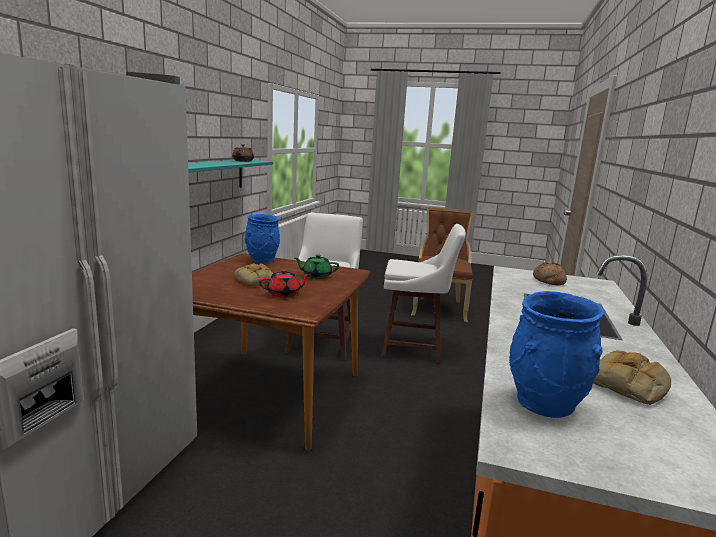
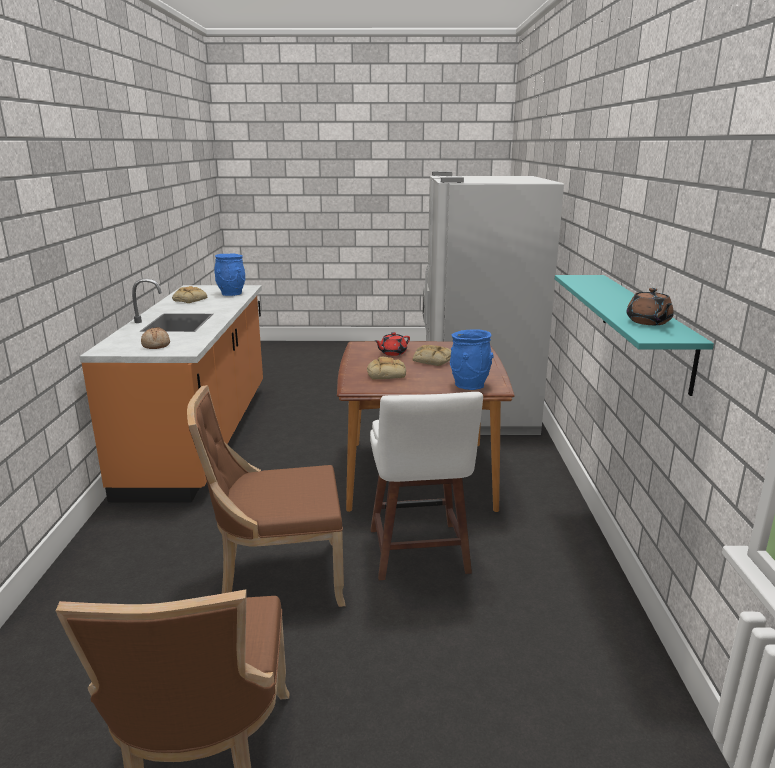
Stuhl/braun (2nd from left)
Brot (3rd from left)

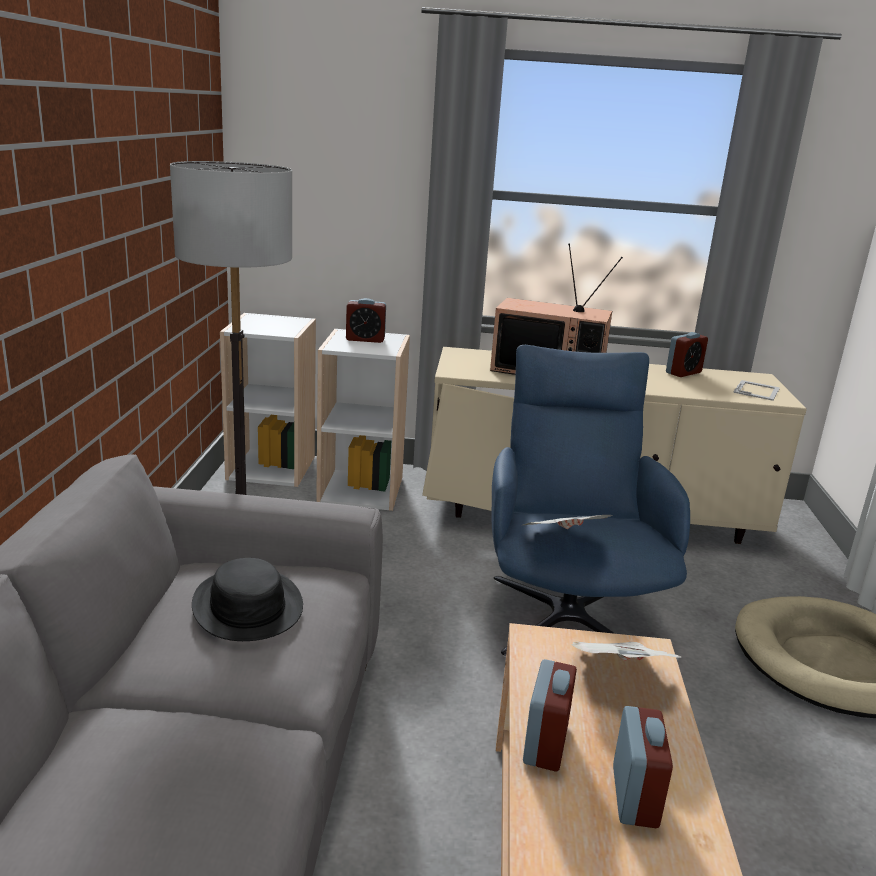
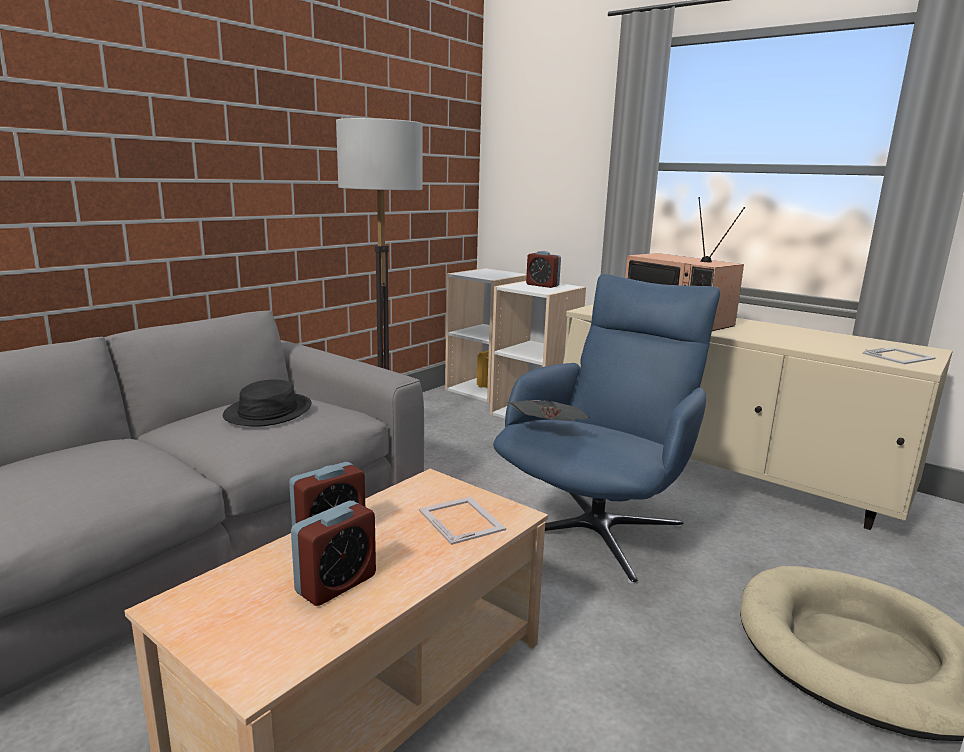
Wecker (4th from left in the first image)
Bilderrahmen (1st from left)

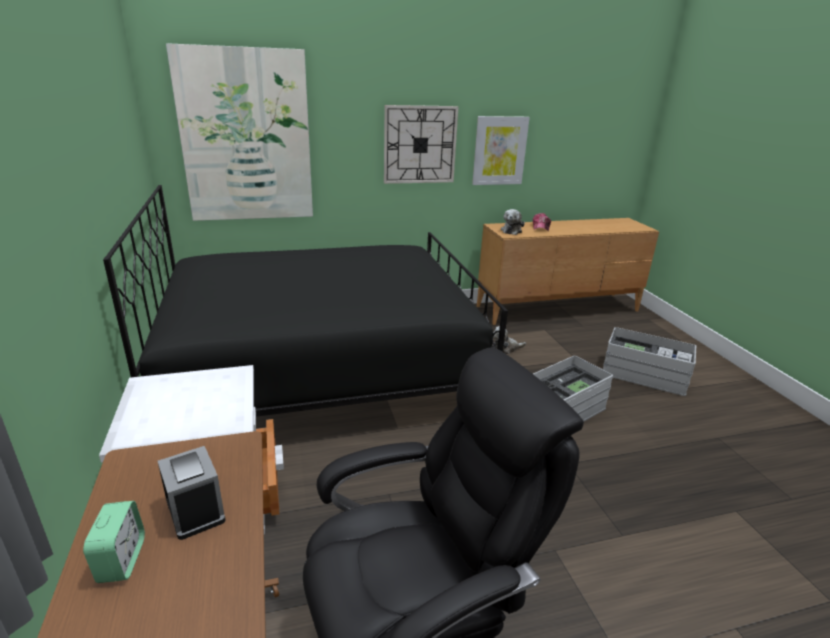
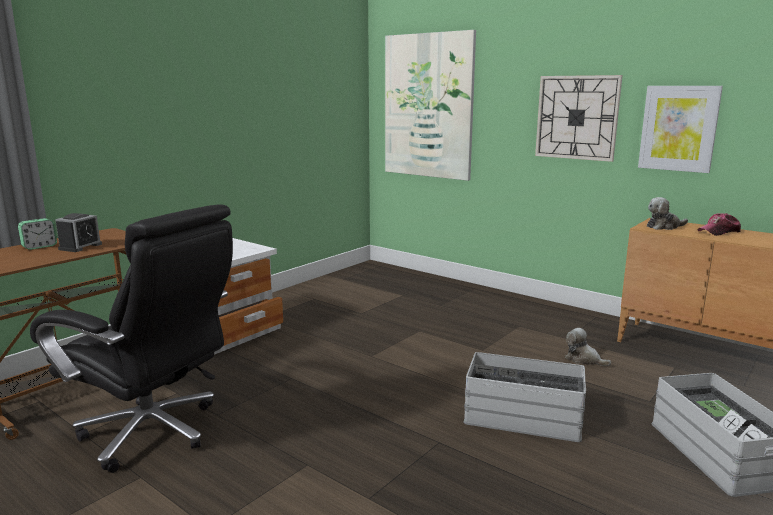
Bett/schwarz

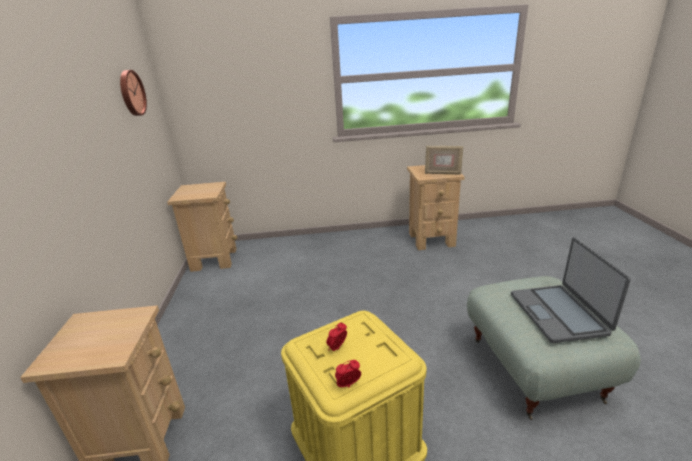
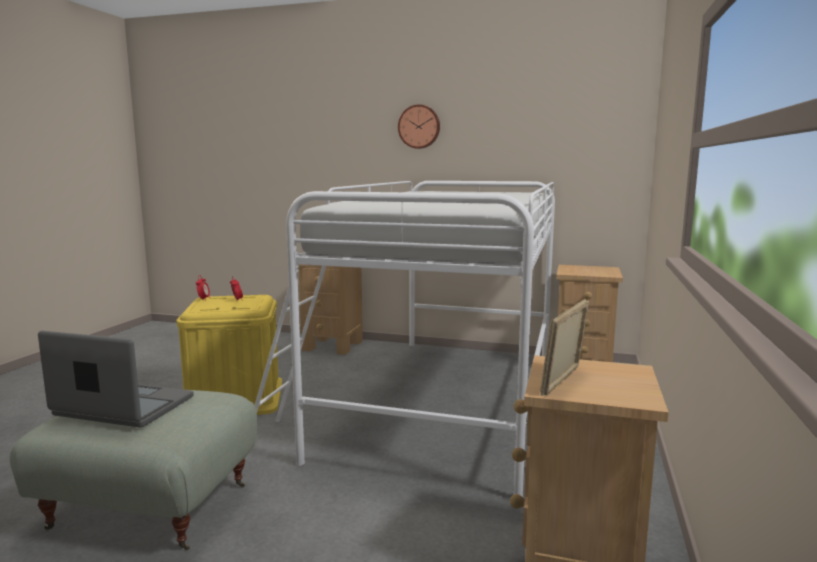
Wanduhr
Bett/weiß

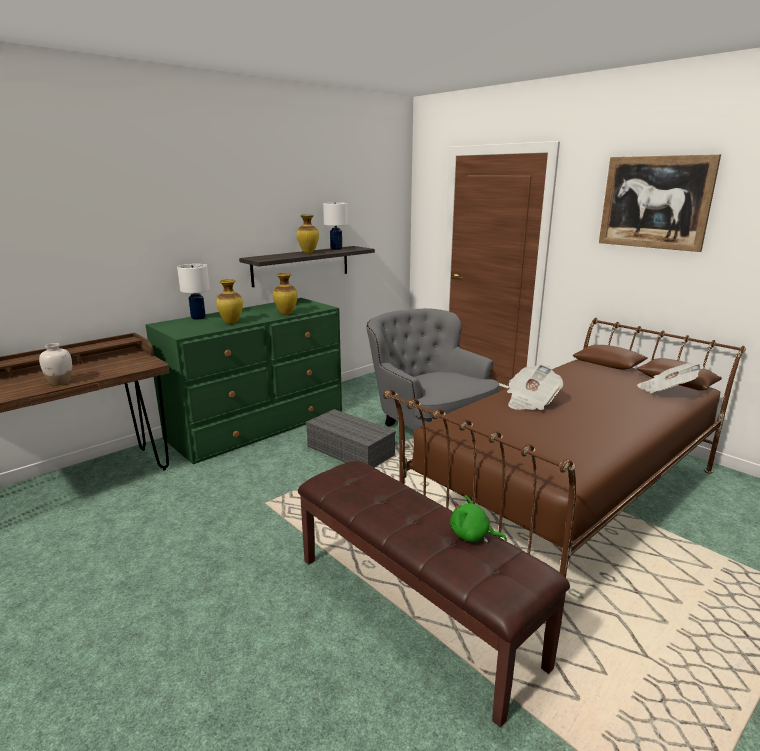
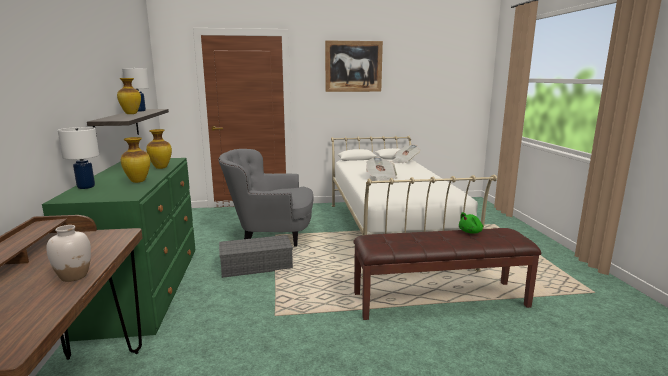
Bett/weiß

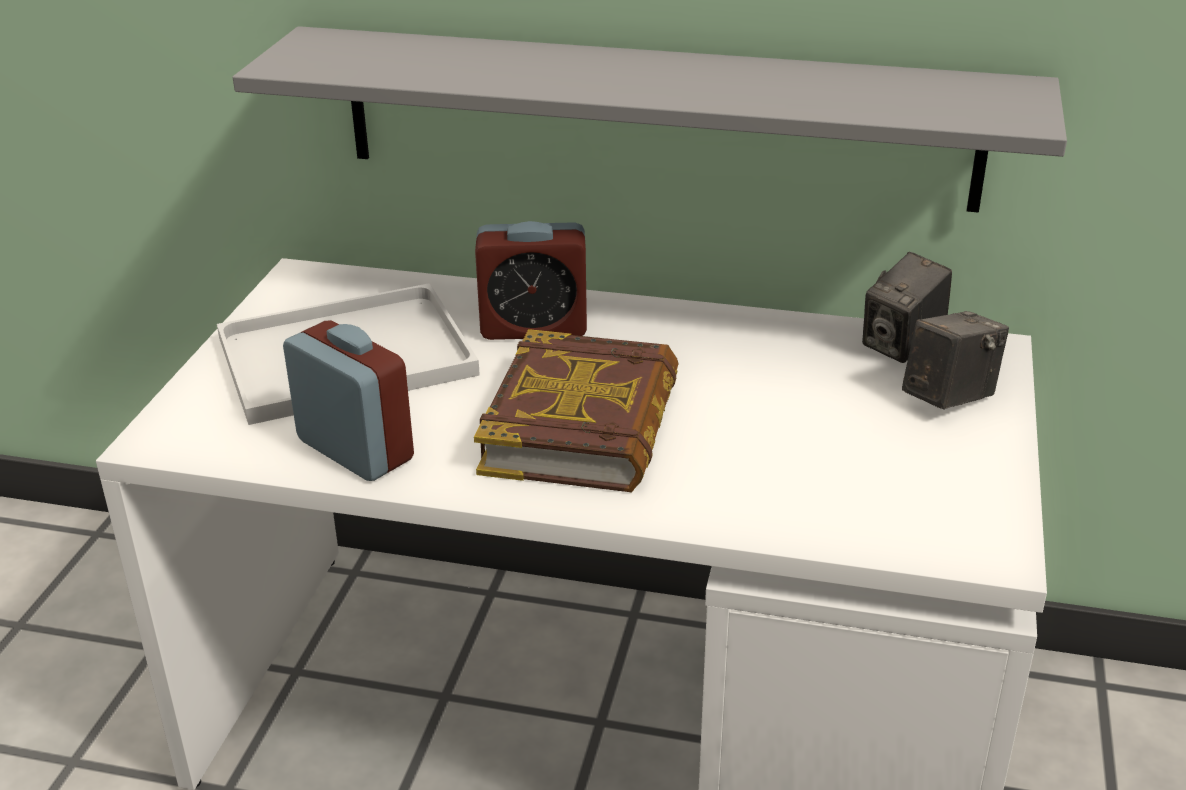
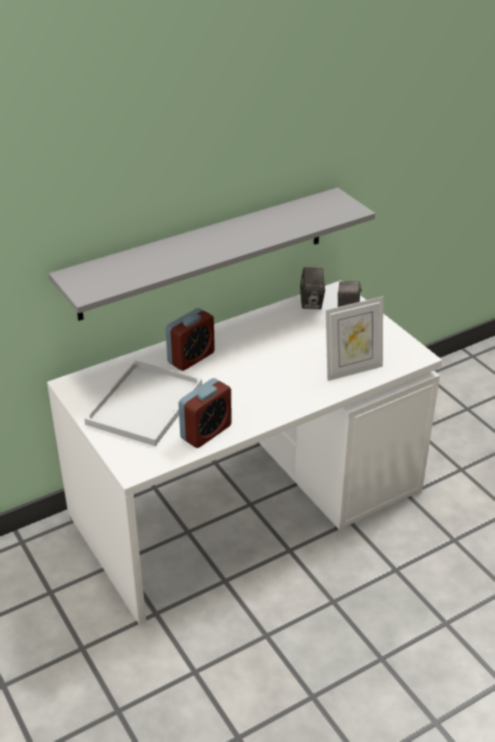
Wecker (2nd from left)
Buch
Bilderrahmen

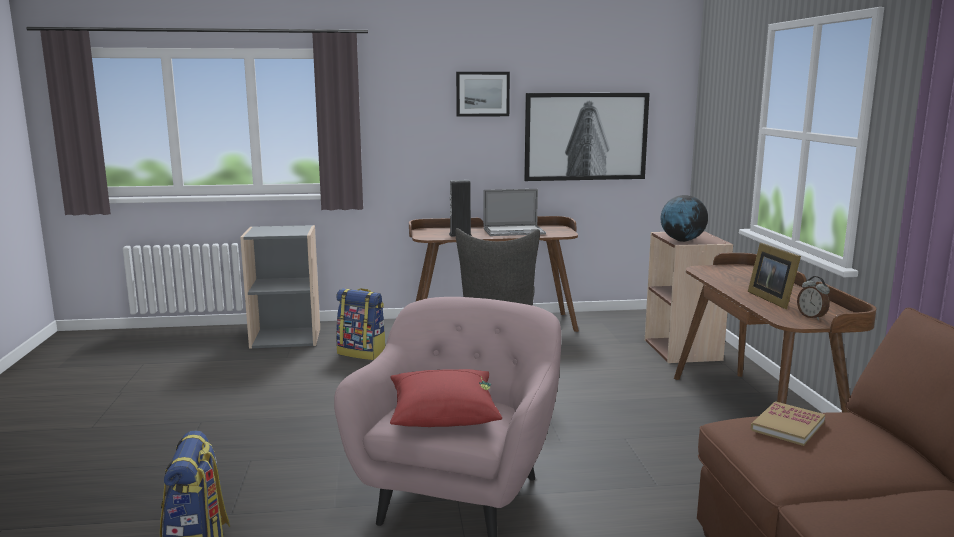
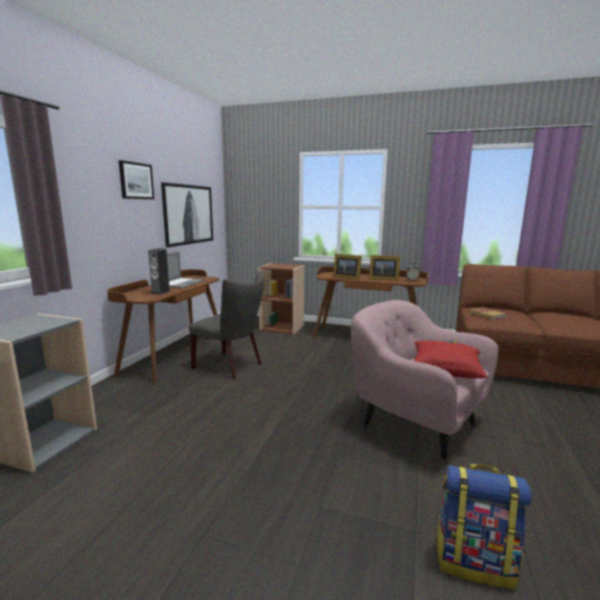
Globus
Rucksack (2nd from left in the first image)
Bilderrahmen (1st from left)

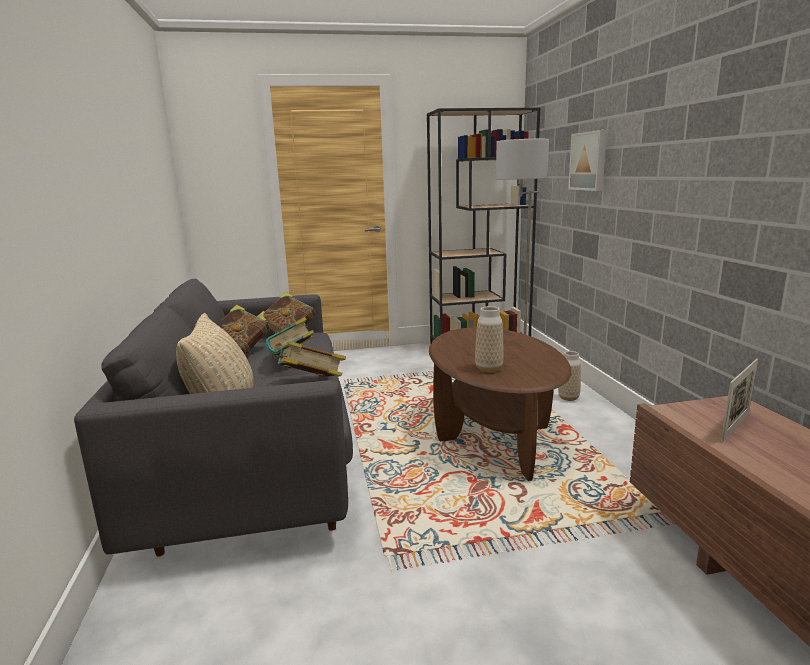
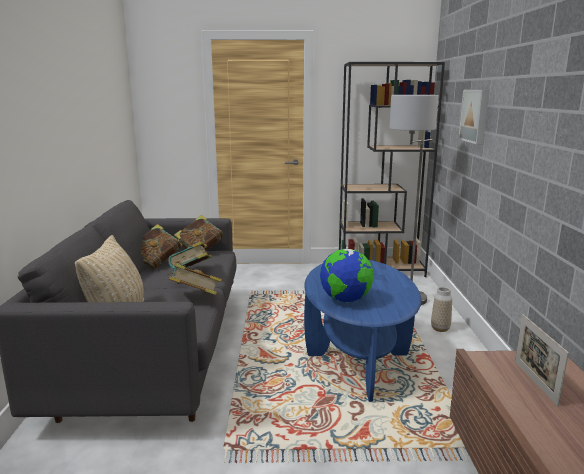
Globus
Couchtisch/blau
Bilderrahmen

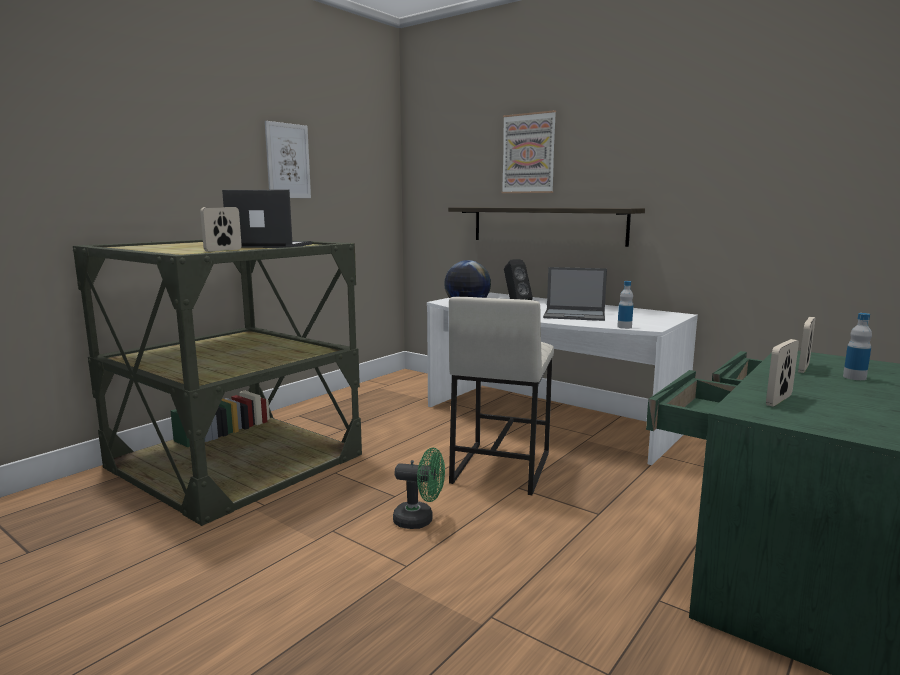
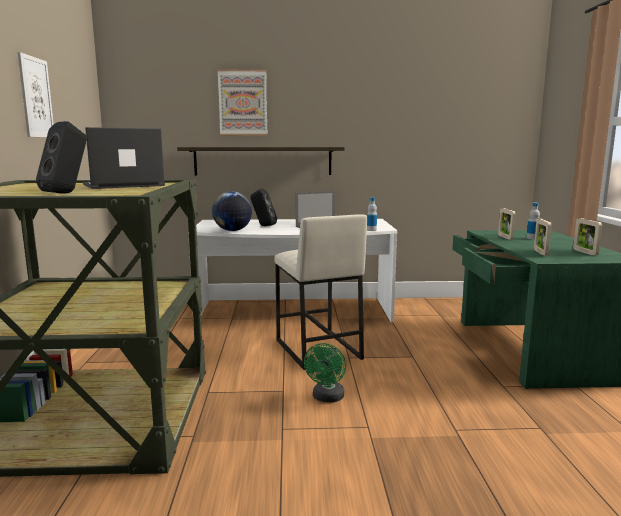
Bilderrahmen (3rd from left)
Ventilator/grün
Lautsprecher/schwarz (1st from left)

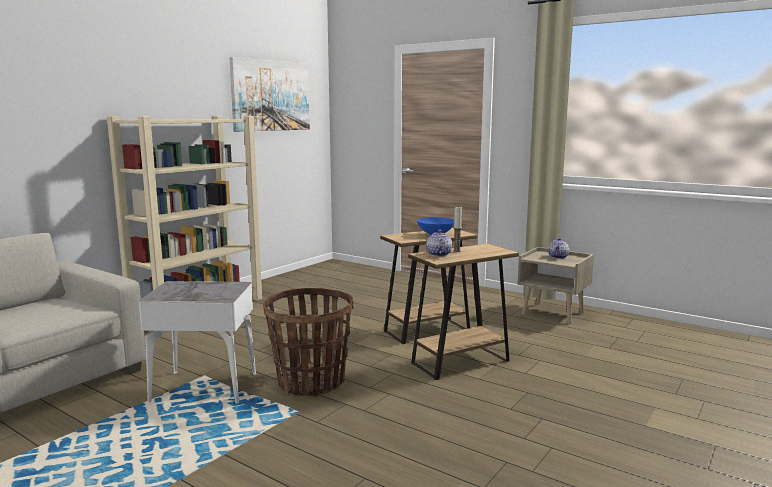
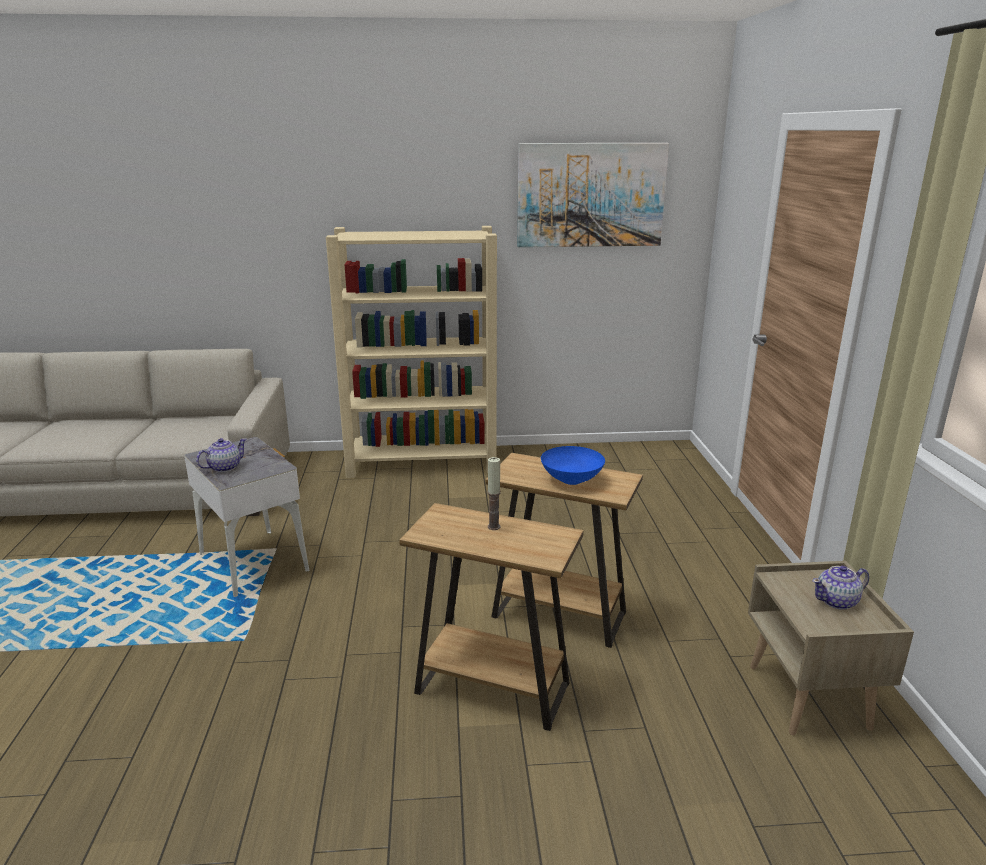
Teekanne (1st from left)
Korb

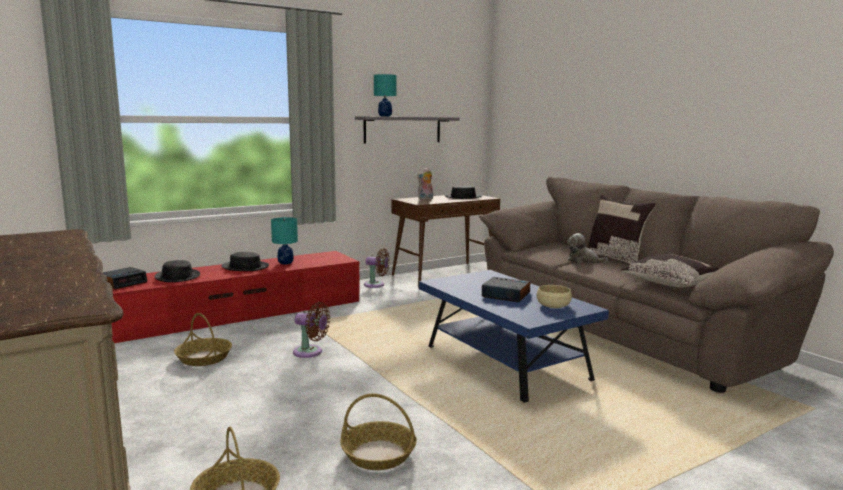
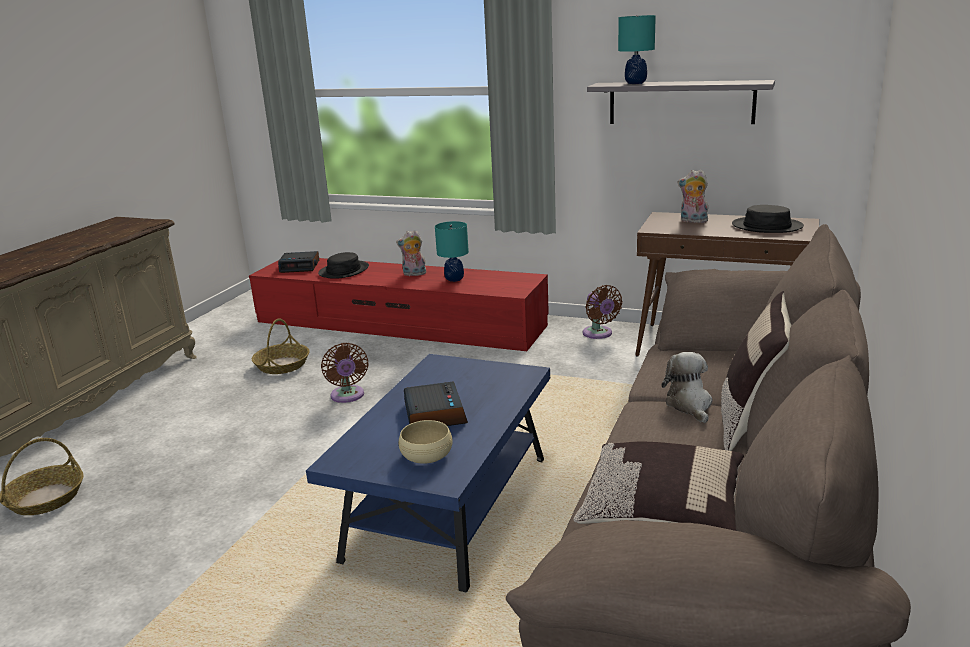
Plüschtier (1st from left)
Korb (3rd from left in the first image)

